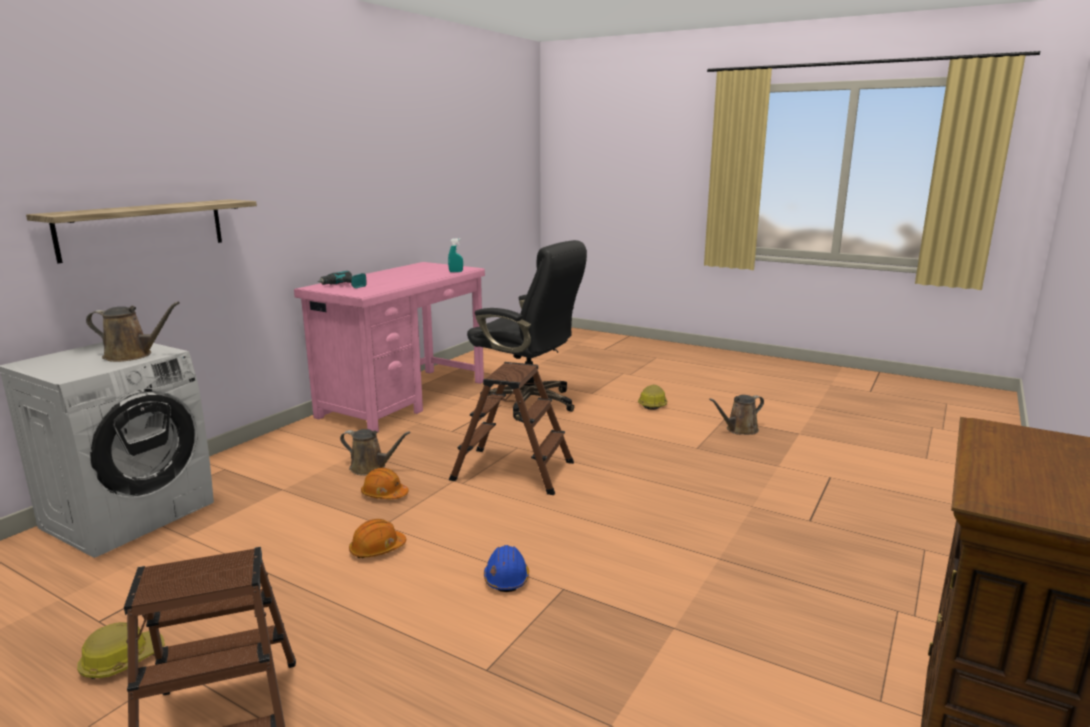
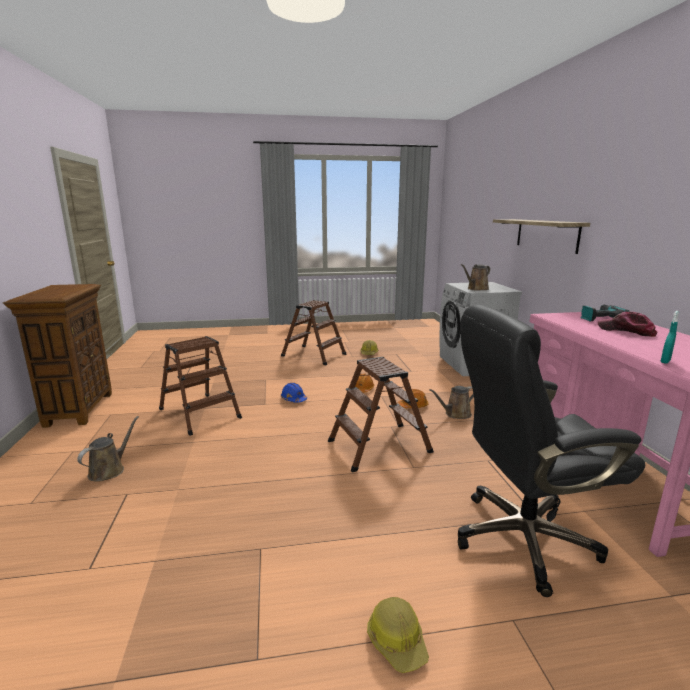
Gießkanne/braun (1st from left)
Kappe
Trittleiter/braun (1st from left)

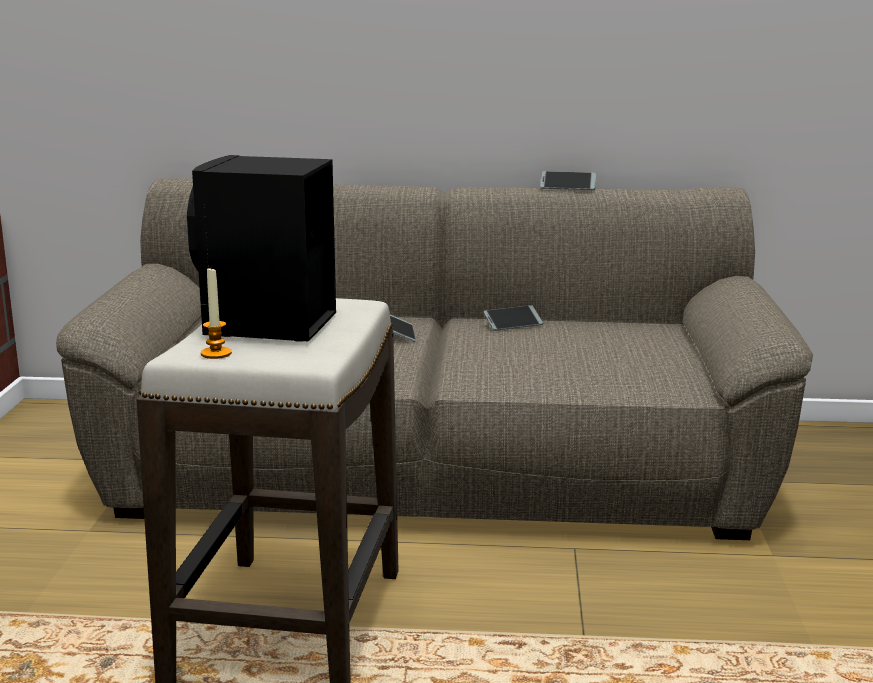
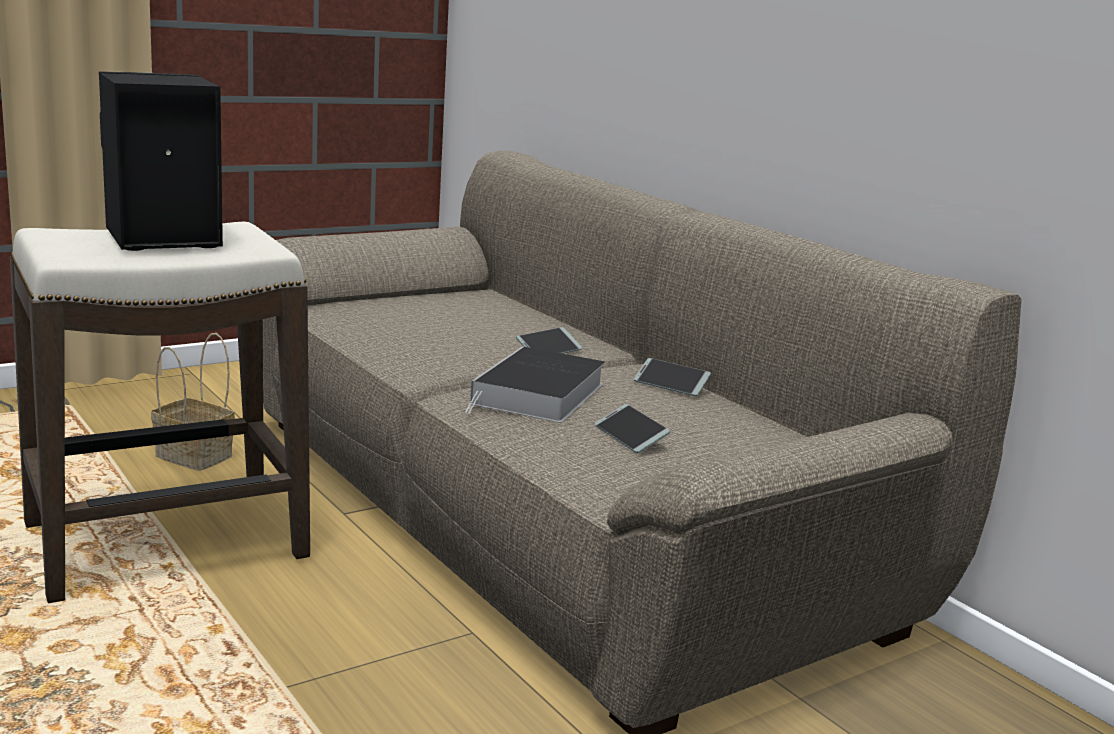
Handy (2nd from left)
Kerze
Korb
Buch

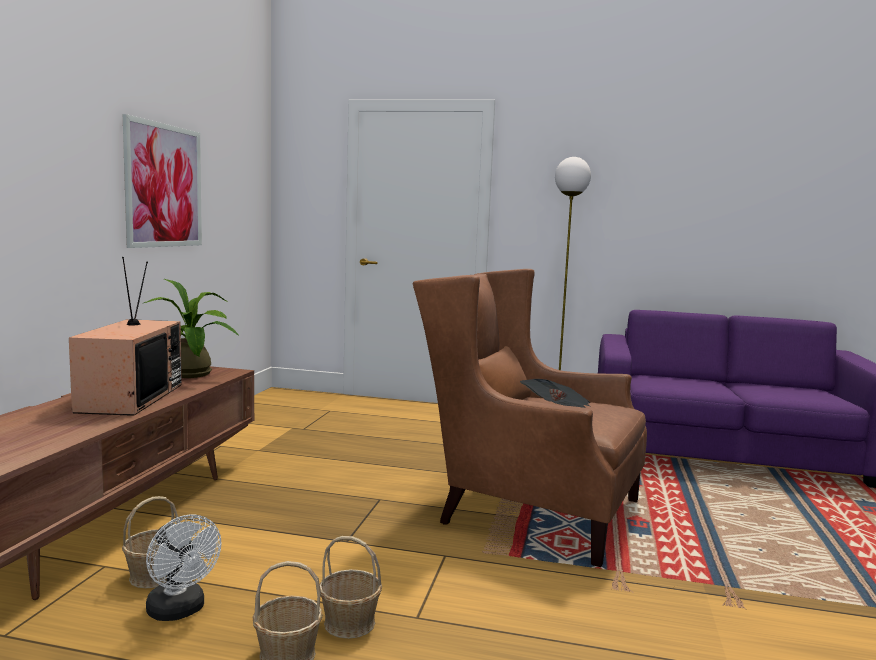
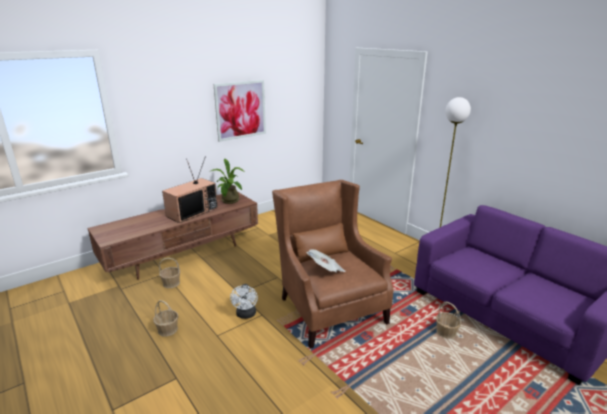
Ventilator/weiß
Korb (3rd from left)

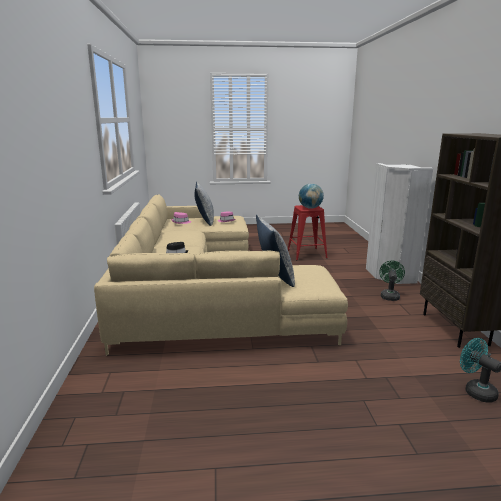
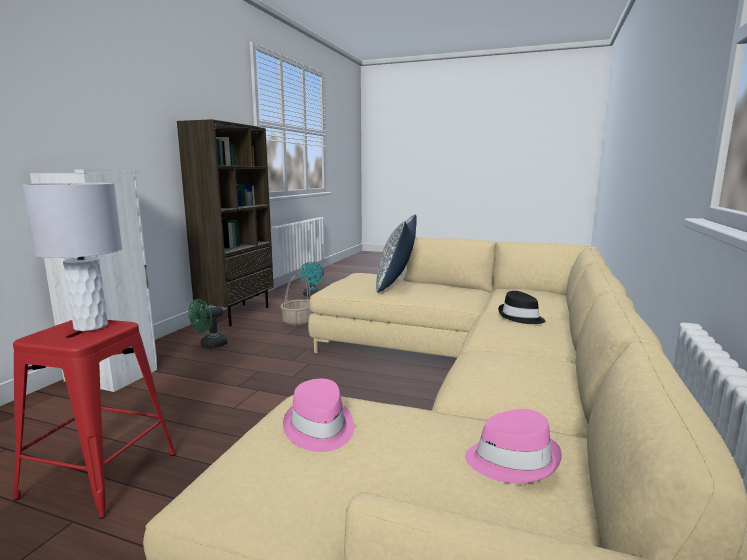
Kissen (1st from left in the first image)
Tischlampe/grau
Korb

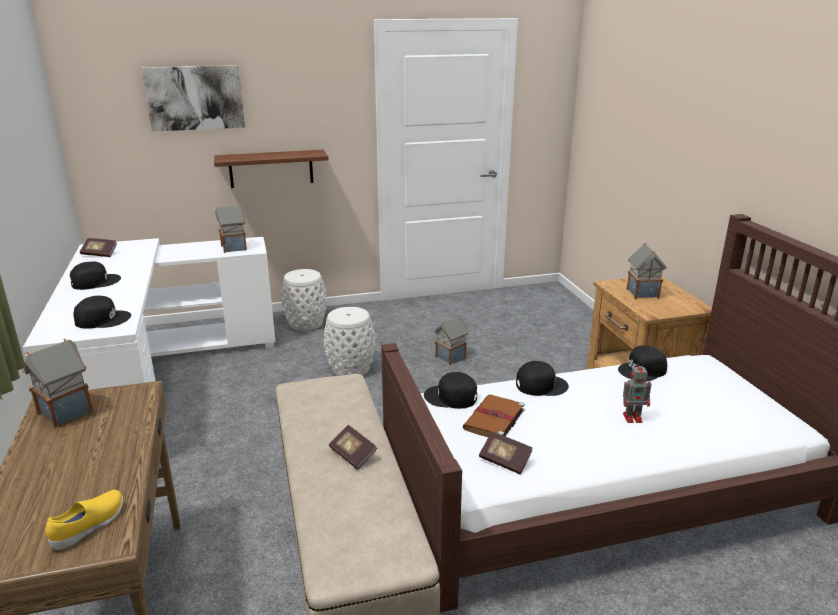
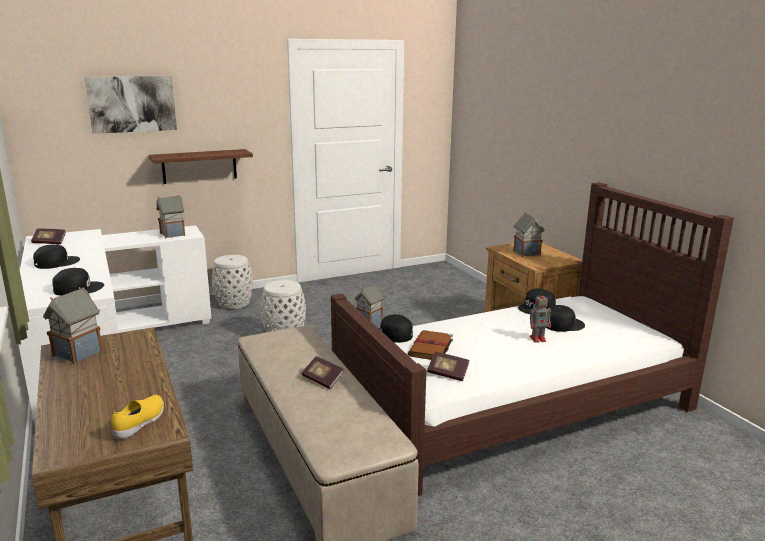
Kappe/schwarz (5th from left)

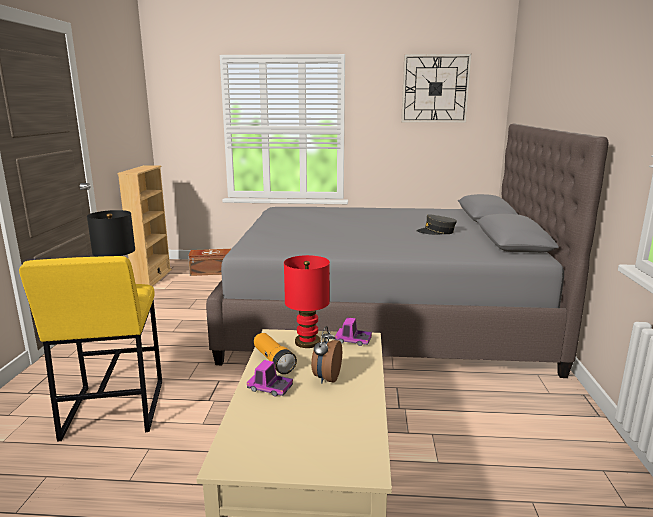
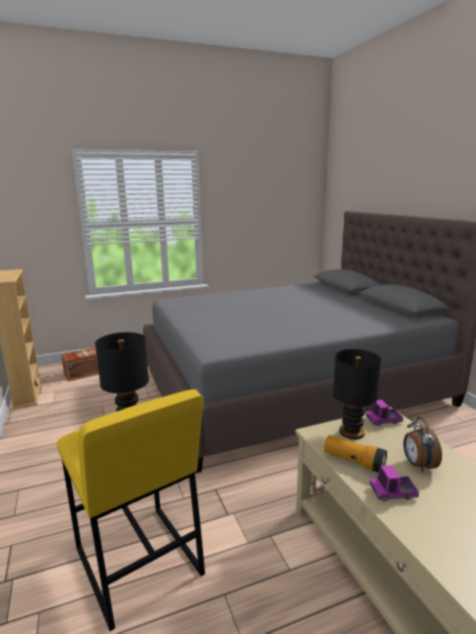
Wanduhr
Kappe/grau
Tischlampe/schwarz (2nd from left)

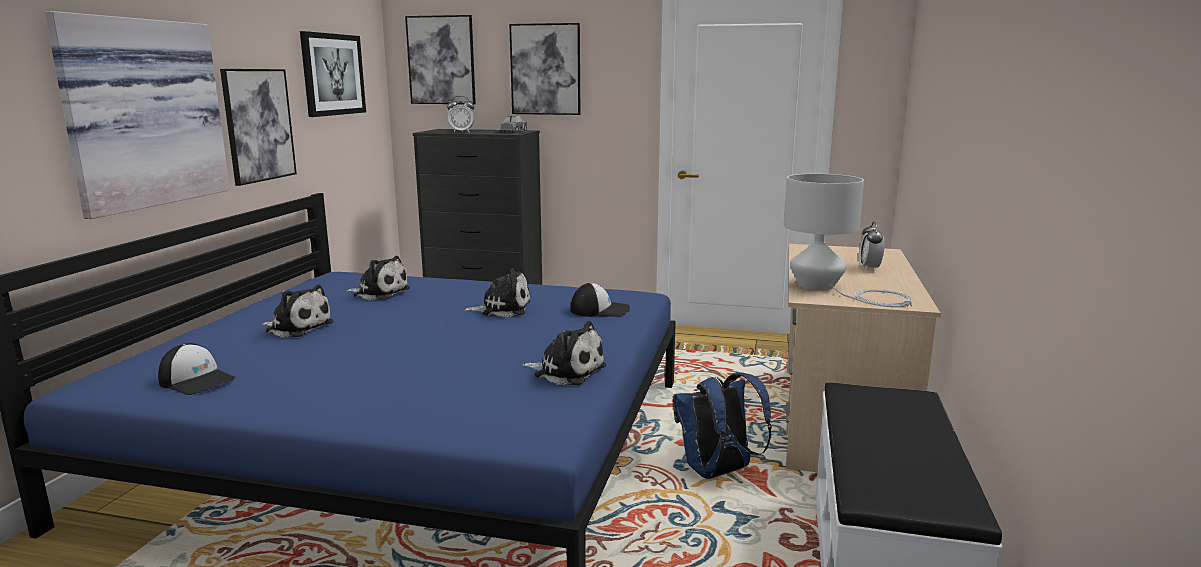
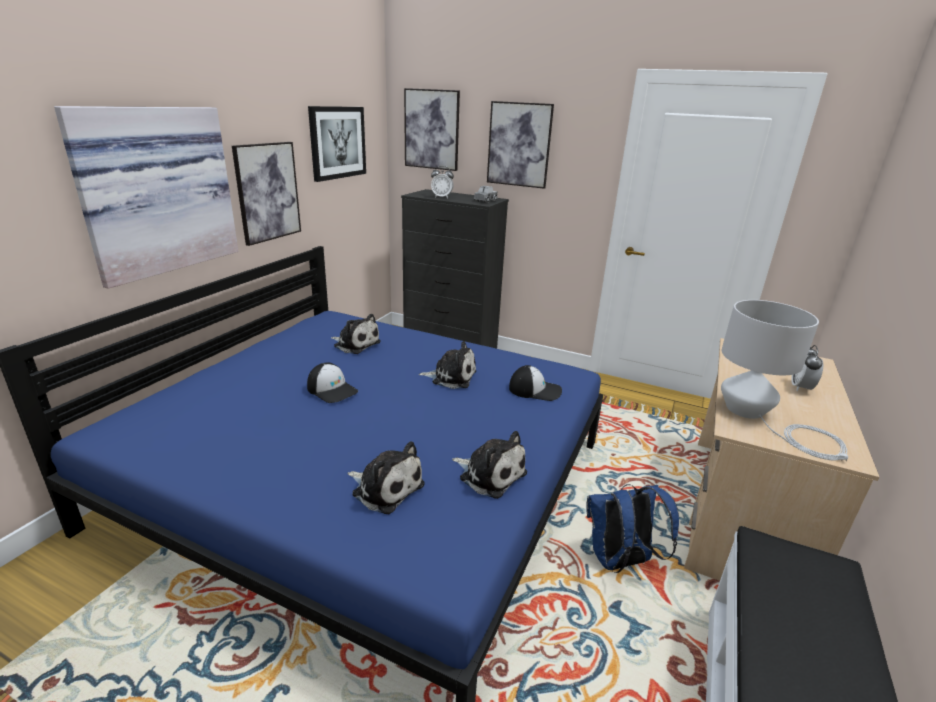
Plüschtier (2nd from left)
Kappe (1st from left)

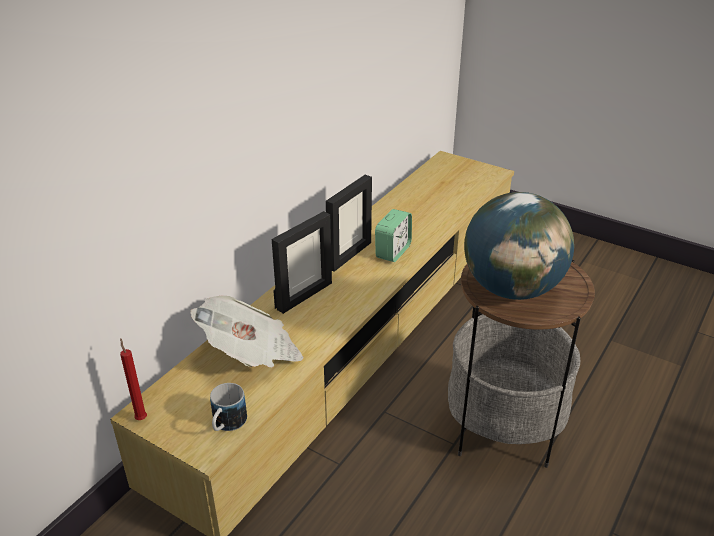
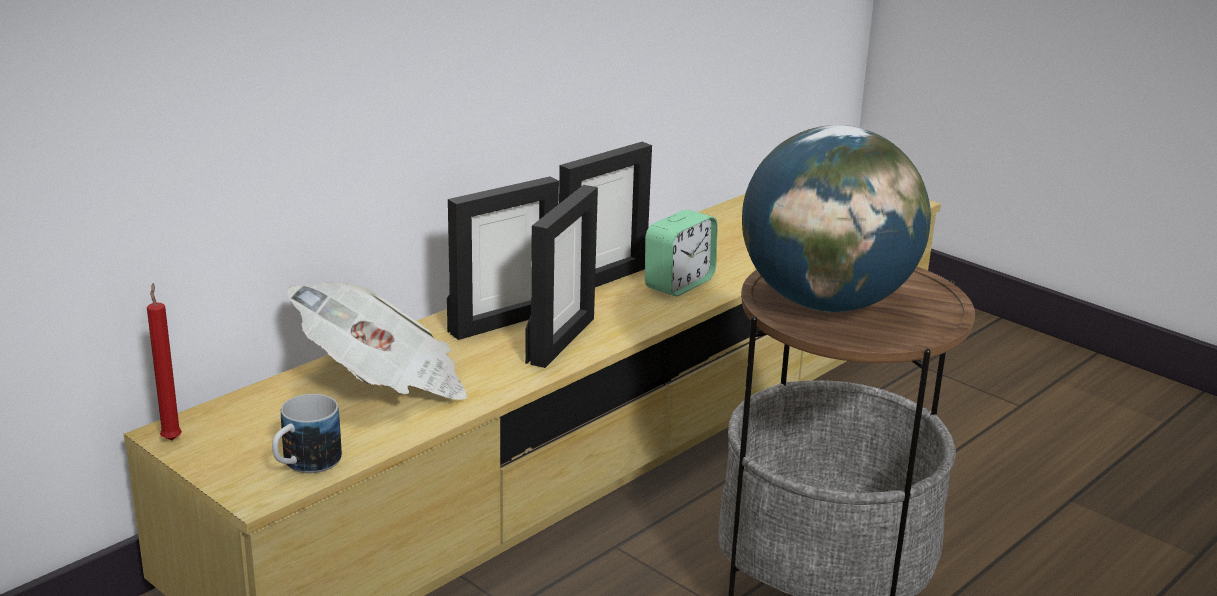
Bilderrahmen (2nd from left)

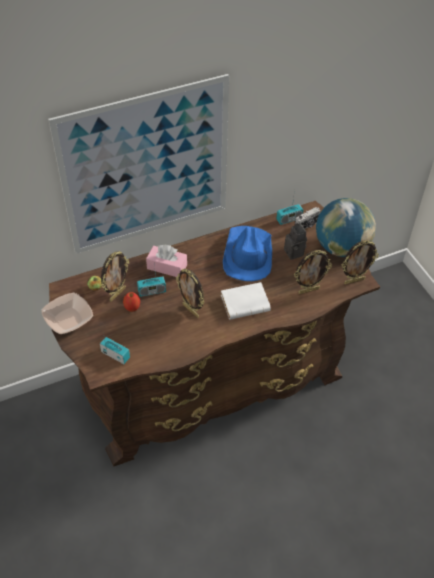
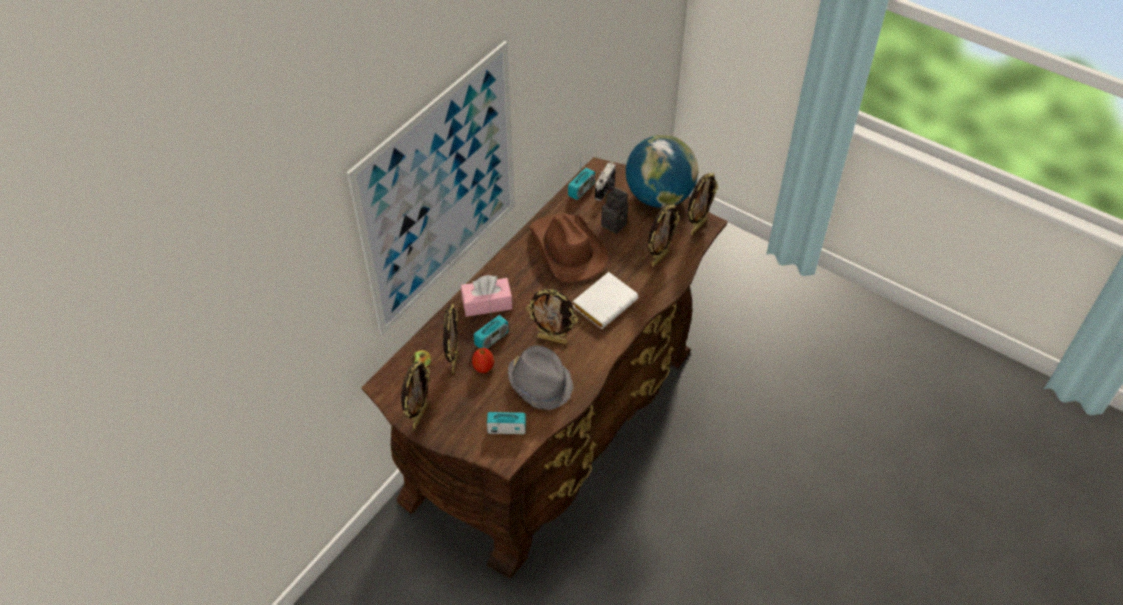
Hut/braun
Bilderrahmen (1st from left)
Hut/grau

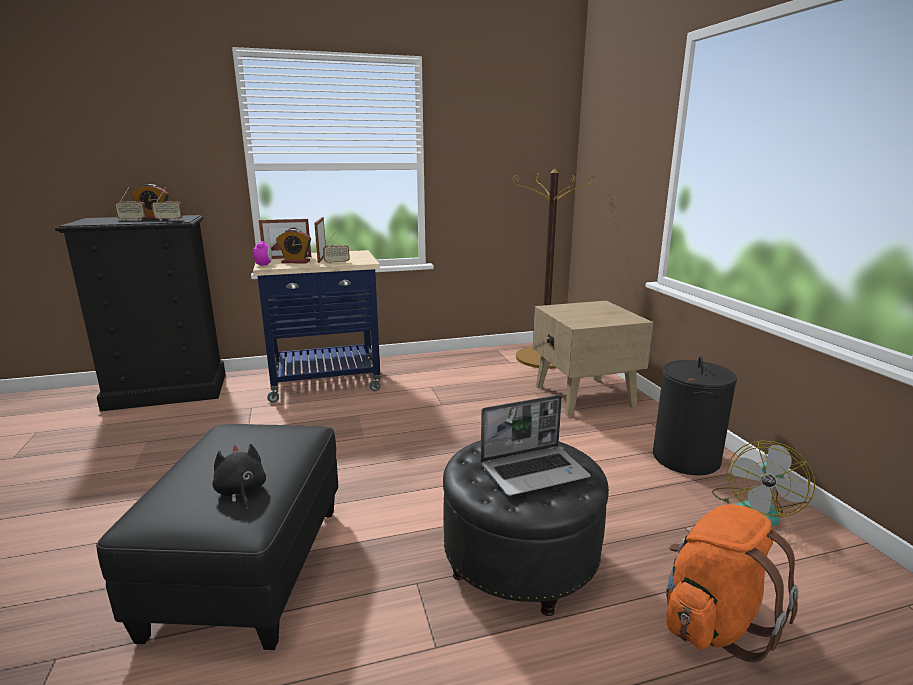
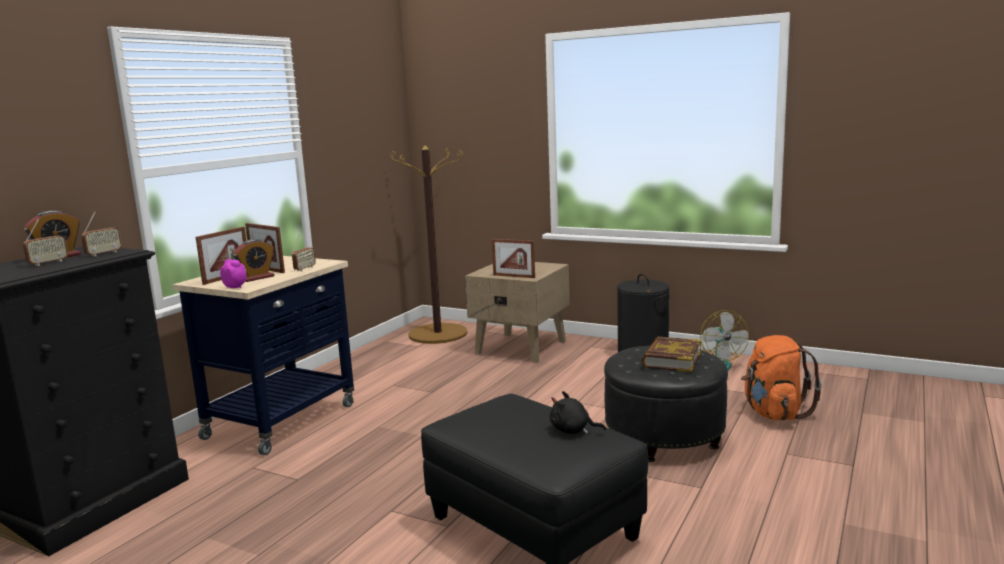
Buch
Bilderrahmen (3rd from left)

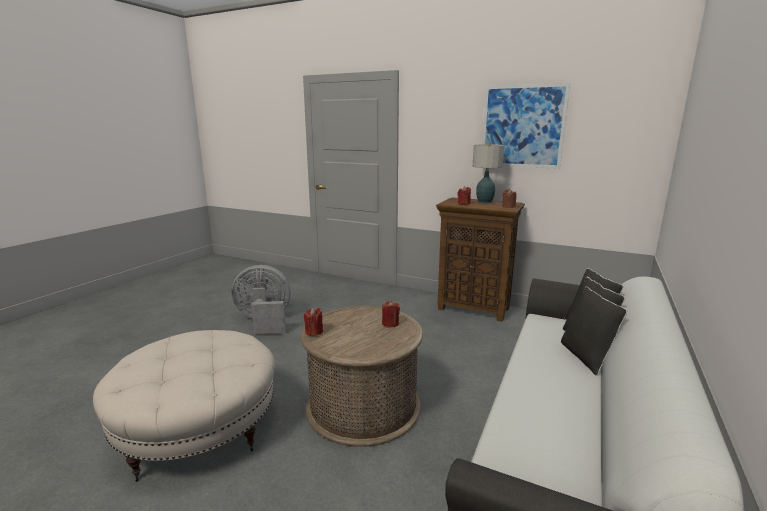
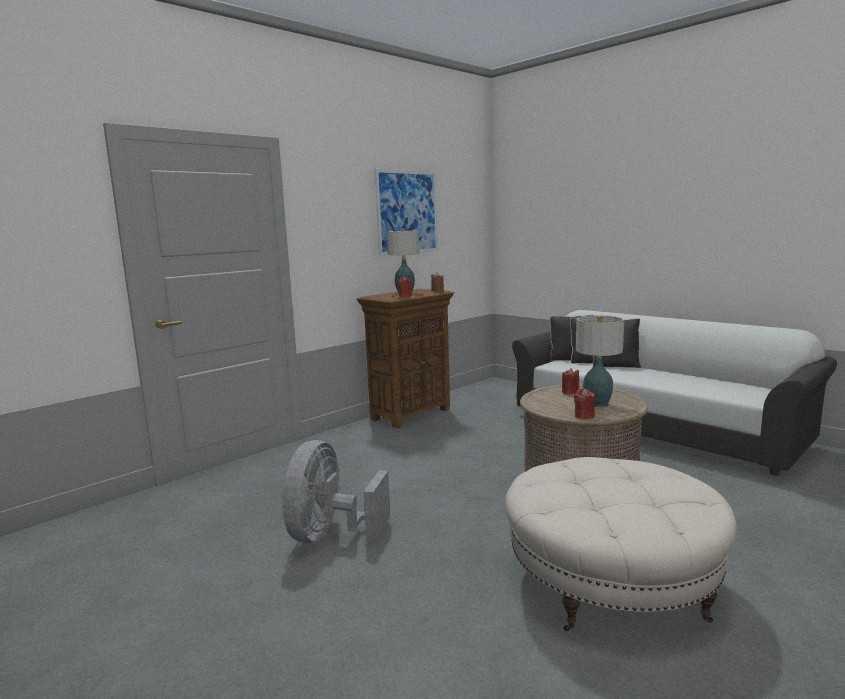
Tischlampe (2nd from left)

